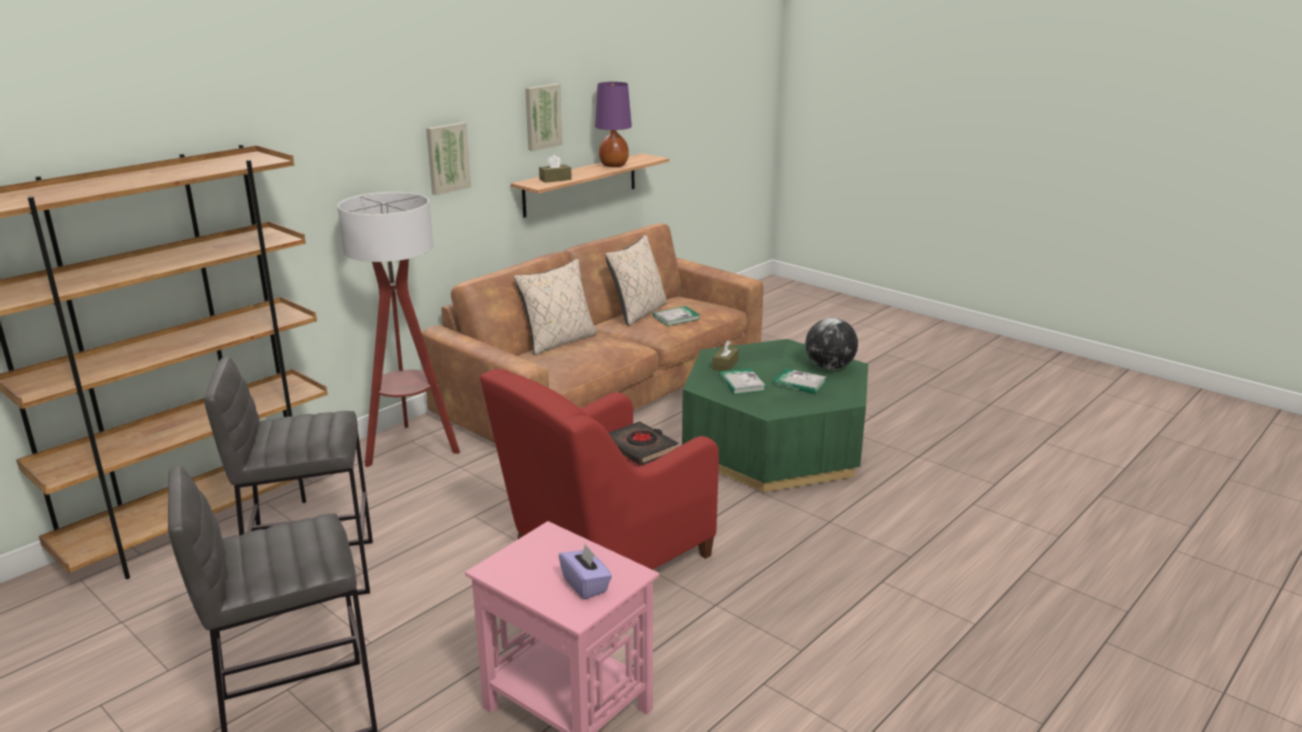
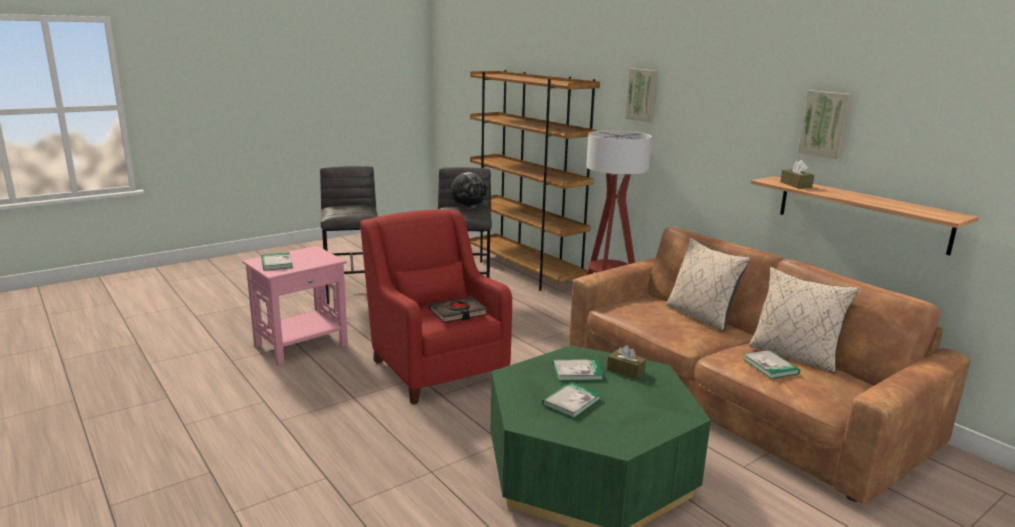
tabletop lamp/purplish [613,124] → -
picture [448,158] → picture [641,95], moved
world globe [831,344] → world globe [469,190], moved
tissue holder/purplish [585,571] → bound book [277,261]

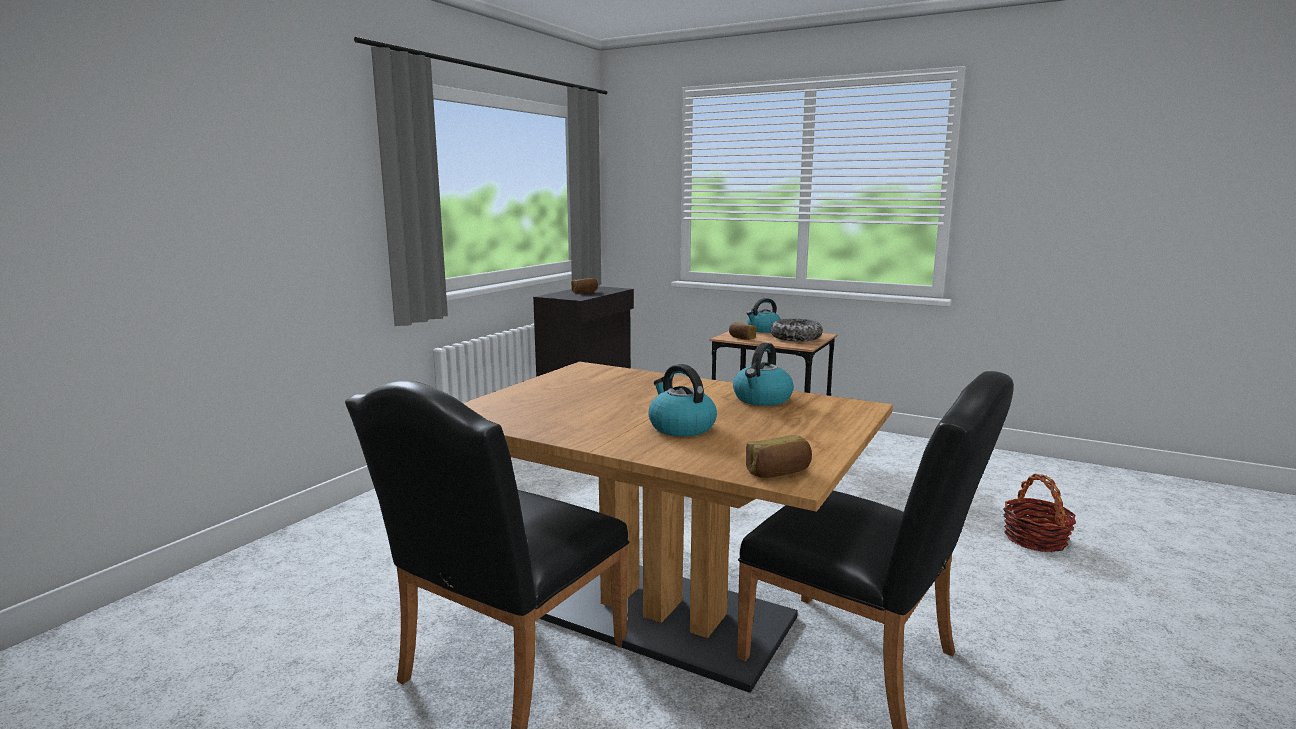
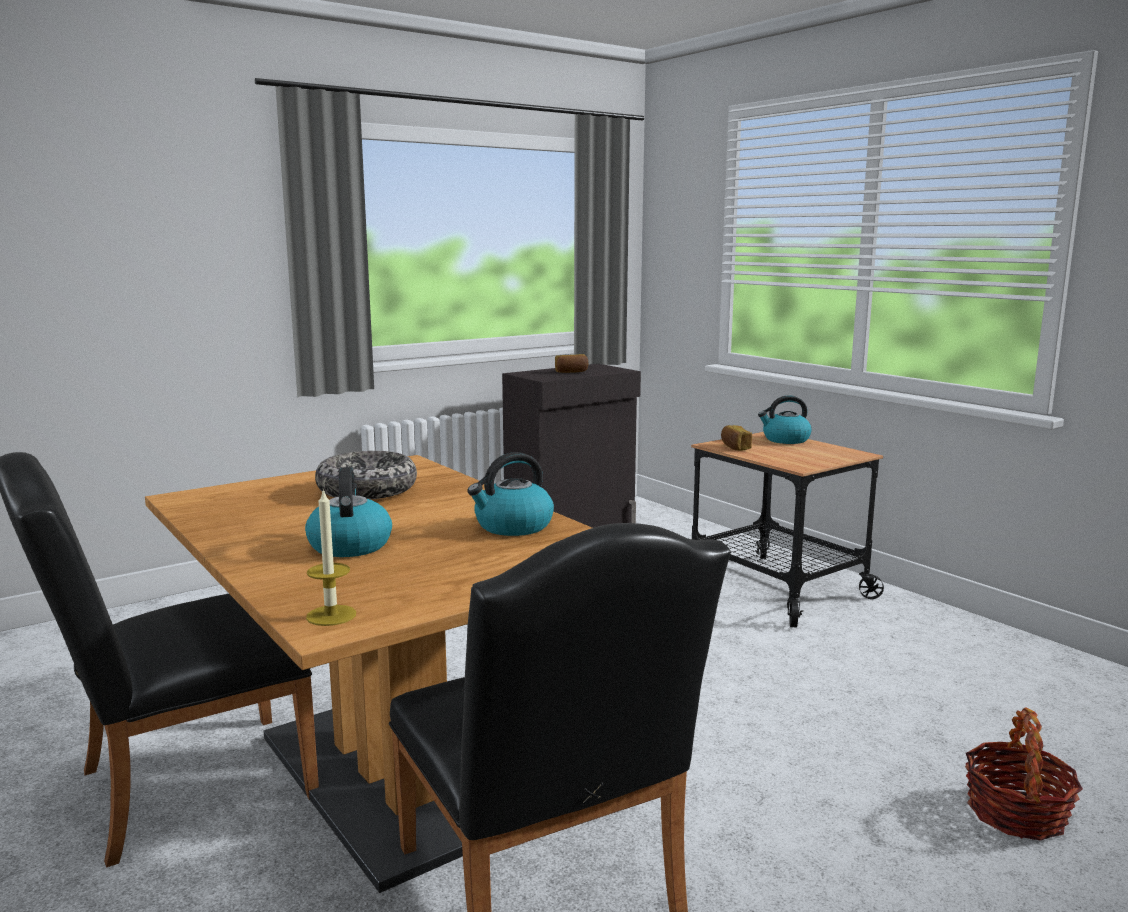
serving bowl [796,330] → serving bowl [366,475], moved
bread [779,456] → wax light [331,557]

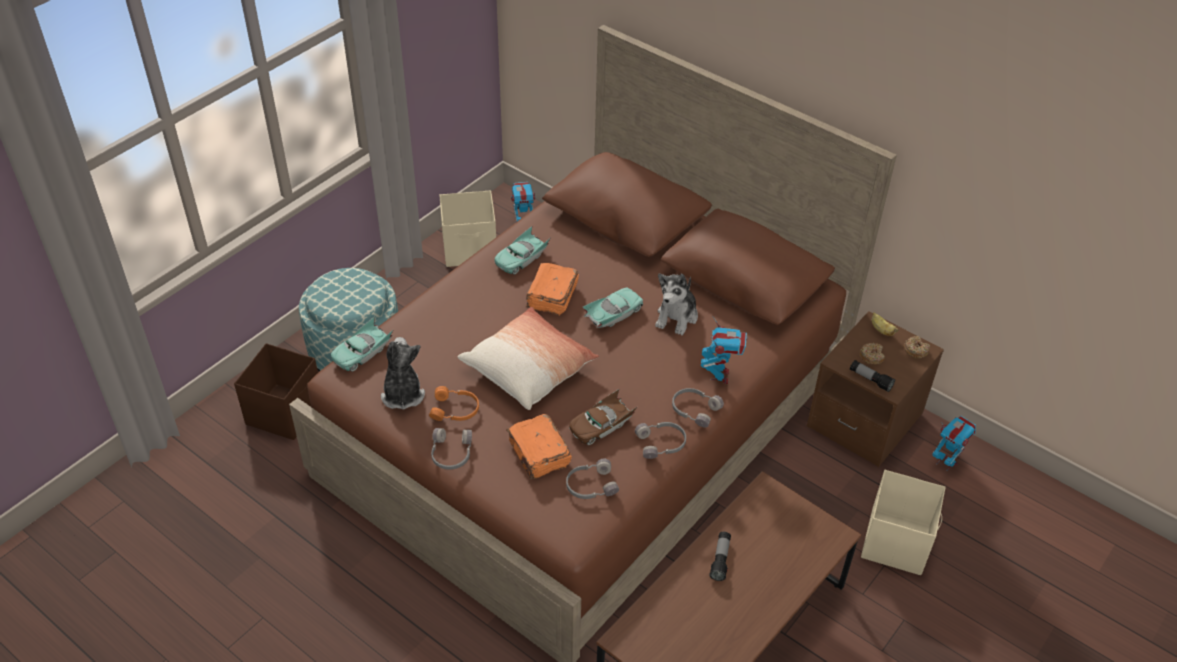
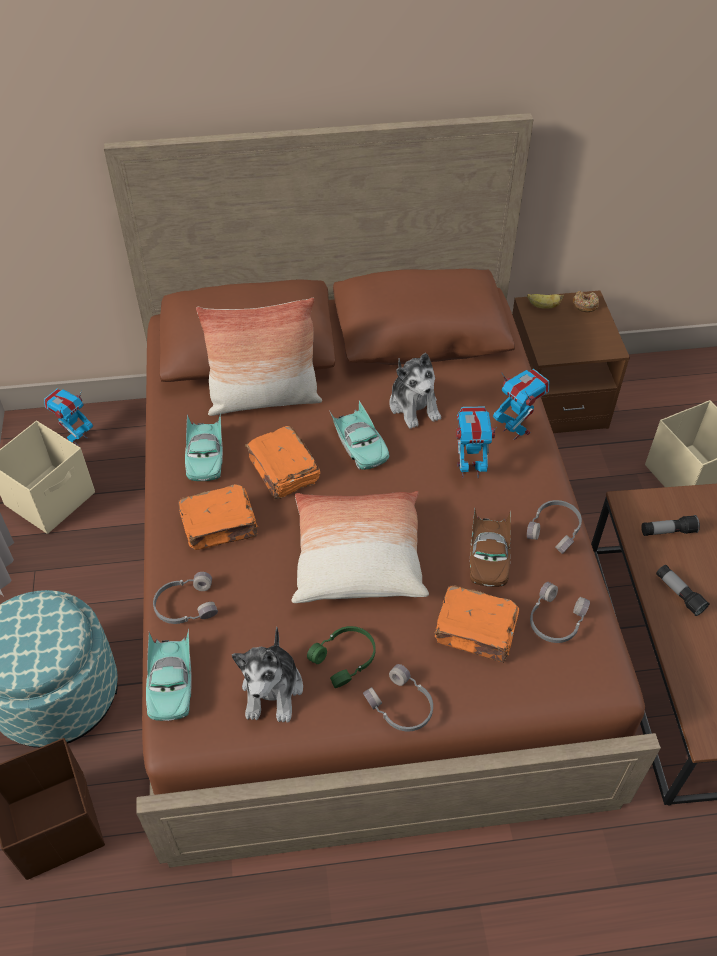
doughnut [872,353] → -
- → bound book/orangey [218,517]
- → throw pillow [259,357]
headphones/greyish [698,407] → headphones/greyish [185,598], moved
torch [872,376] → torch [670,525], moved
model robot [954,443] → model robot [476,443], moved
headphones/orangey [454,403] → headphones/greenish [341,657]
cuddly toy [403,373] → cuddly toy [267,675], 120 degrees counterclockwise
model car/turquoise [612,308] → model car/turquoise [359,435], 150 degrees clockwise

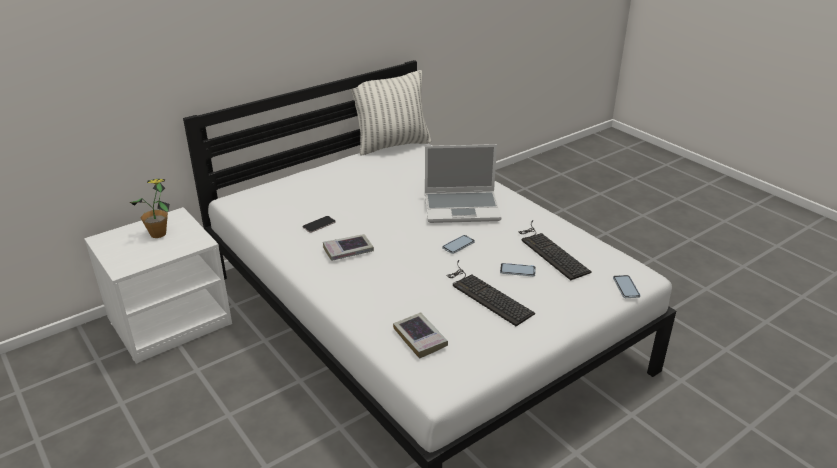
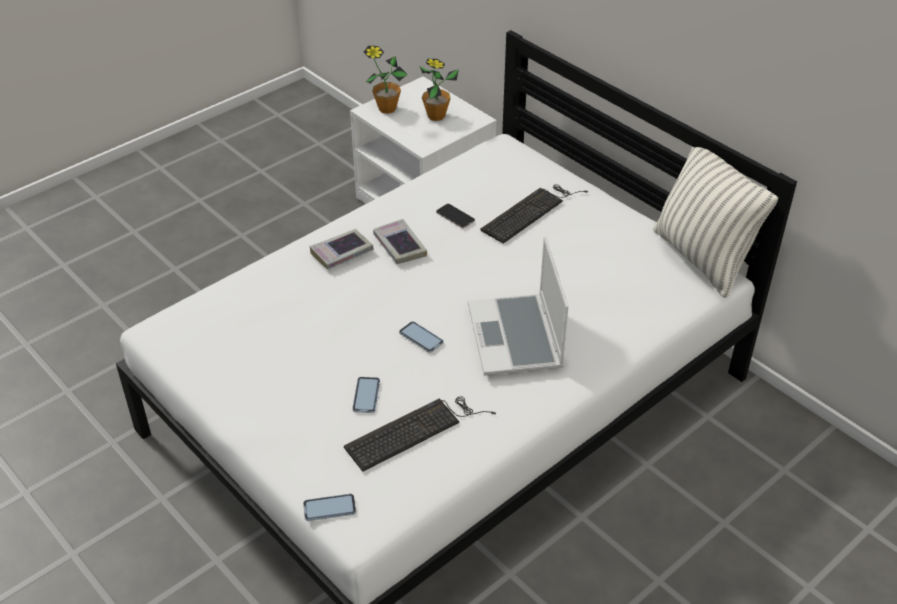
- → houseplant [386,80]
bound book [420,335] → bound book [342,249], moved
keyboard [490,293] → keyboard [534,214], moved

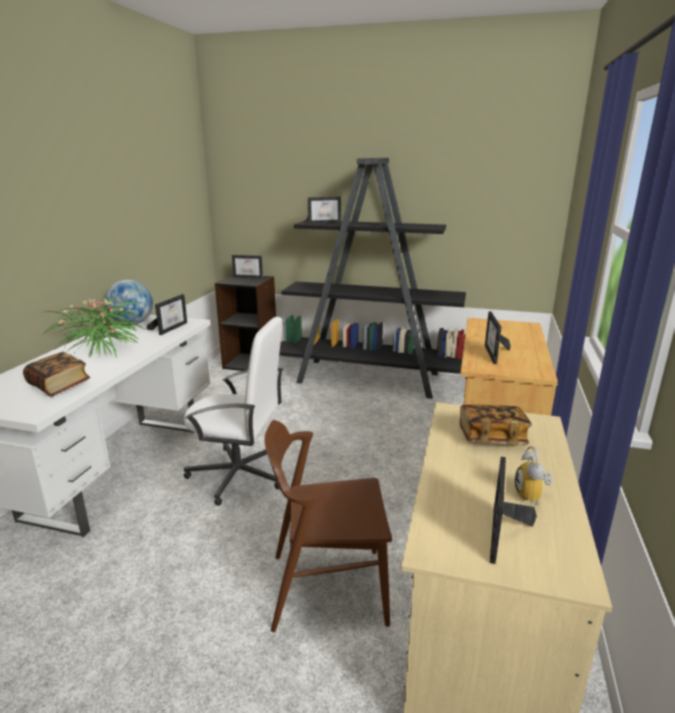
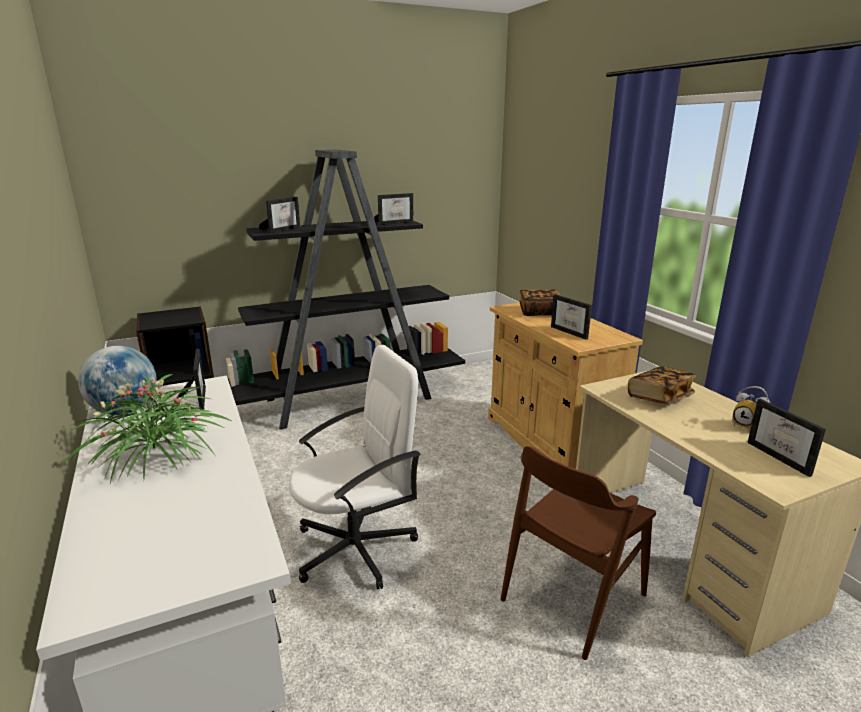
bound book [56,374] → bound book [539,303], moved
standing frame [247,266] → standing frame [393,209], moved

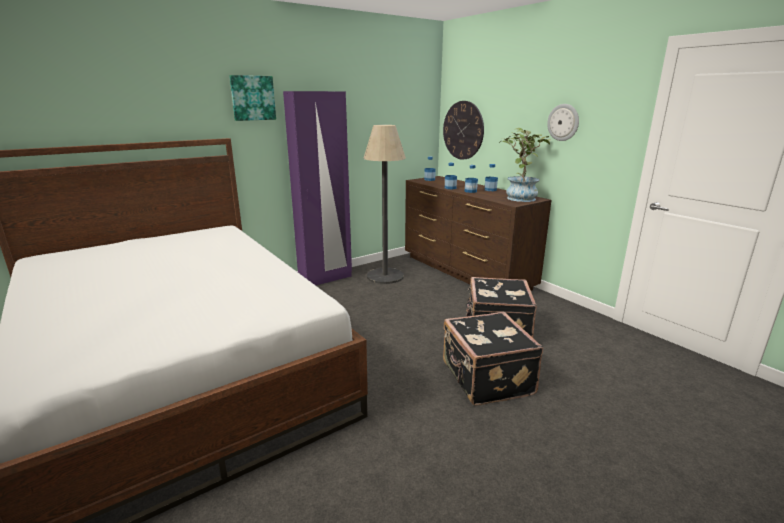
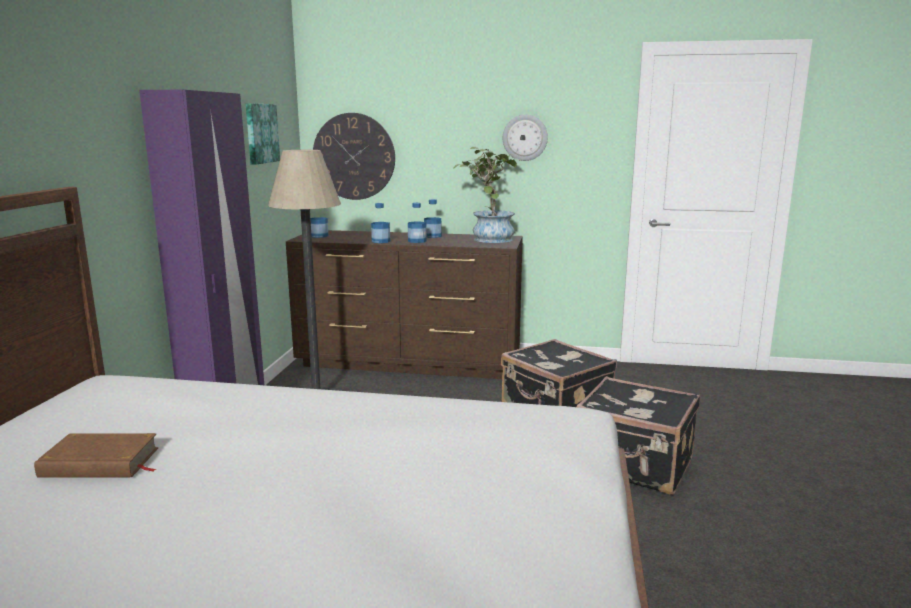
- → bound book/brownish [96,455]
picture [252,98] → picture [263,134], moved

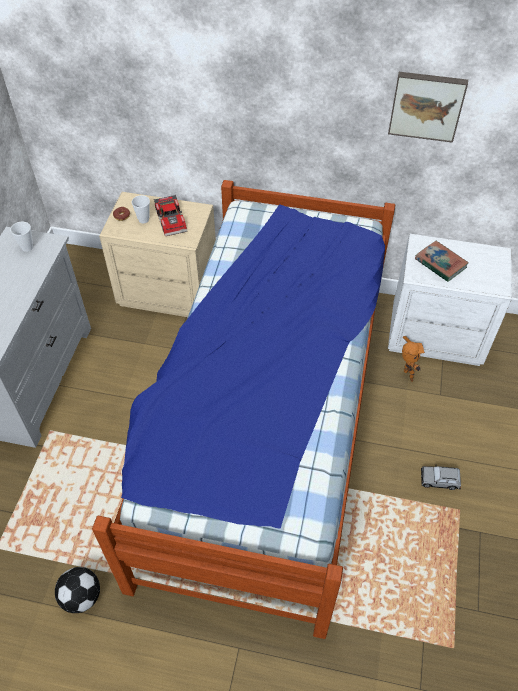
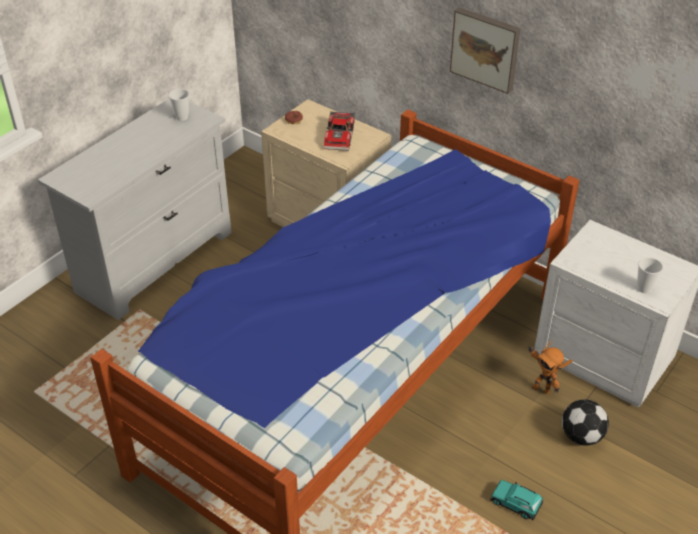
bound book [442,261] → -
ball for football [77,590] → ball for football [585,422], moved
small cup [140,209] → small cup [650,275], moved
picture [428,107] → picture [485,50], moved
model car/greyish [441,477] → model car/turquoise [516,500]
model robot [413,359] → model robot [550,367], 120 degrees clockwise

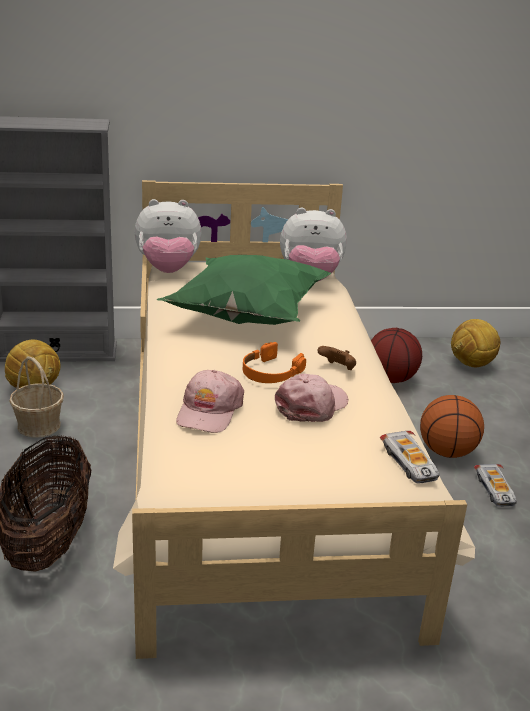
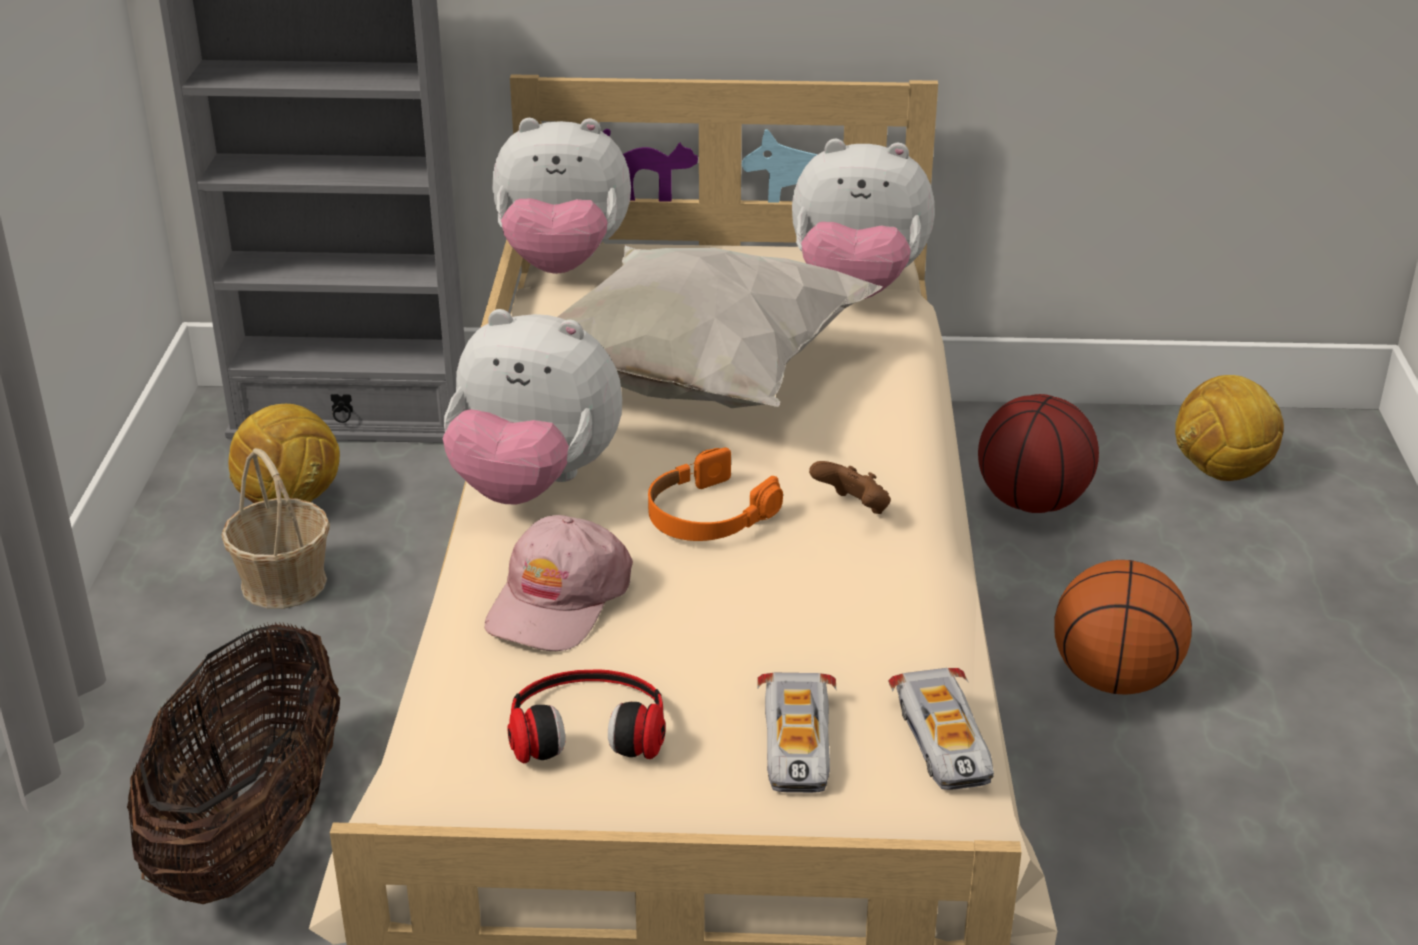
peaked cap/pink [311,398] → -
- → cuddly toy [532,407]
- → headphones [587,716]
model car [495,485] → model car [796,733], moved
throw pillow/greenish [244,290] → throw pillow/white [720,327]

